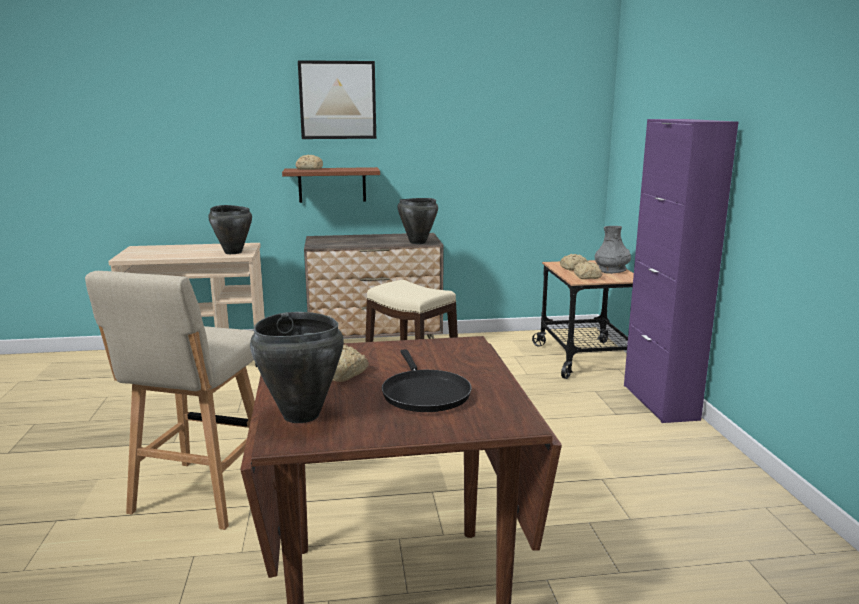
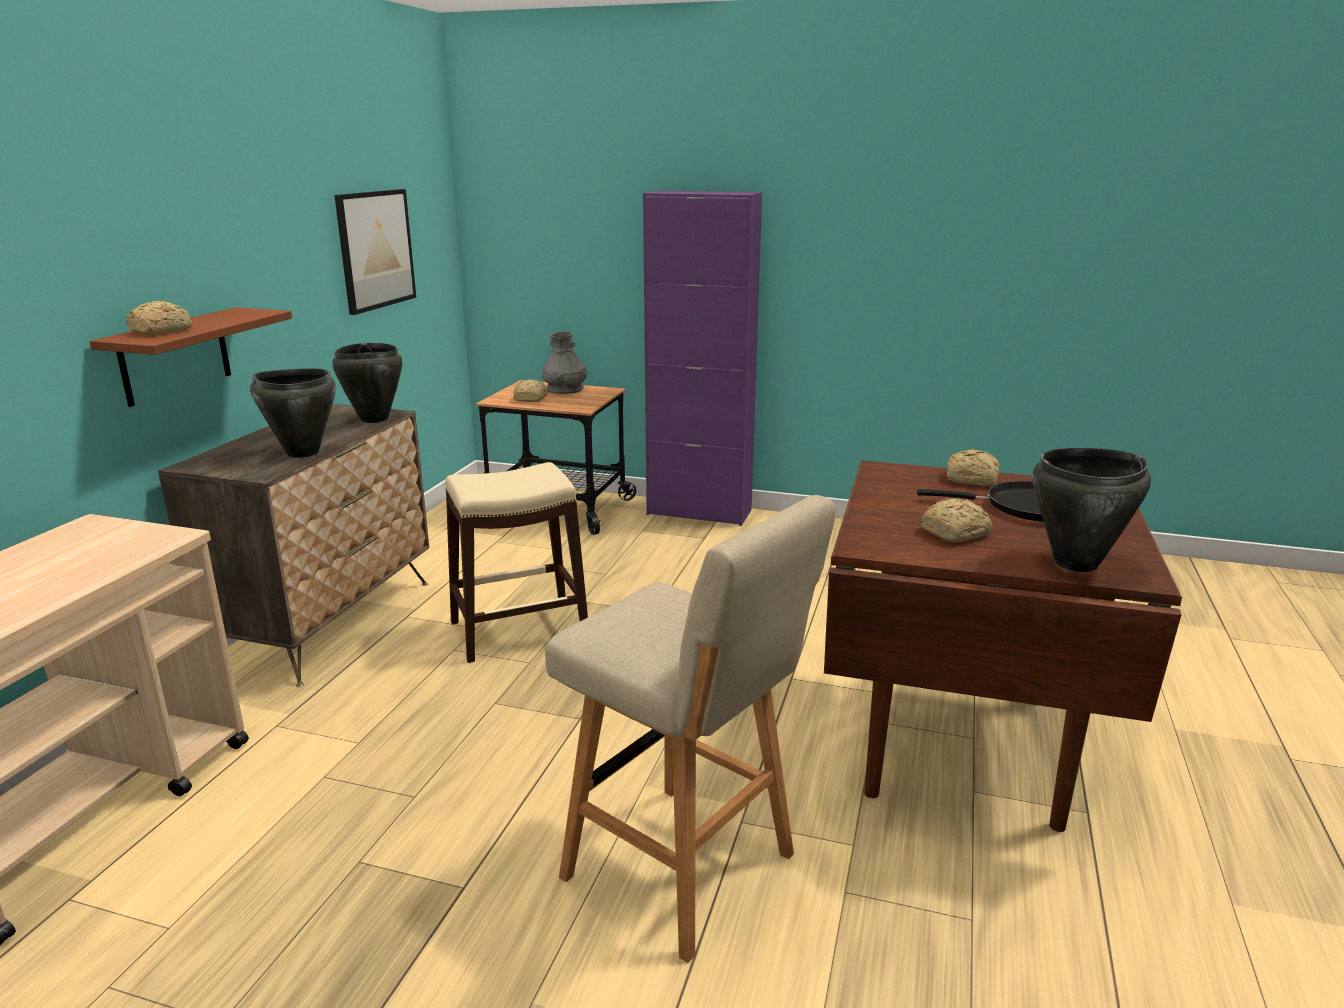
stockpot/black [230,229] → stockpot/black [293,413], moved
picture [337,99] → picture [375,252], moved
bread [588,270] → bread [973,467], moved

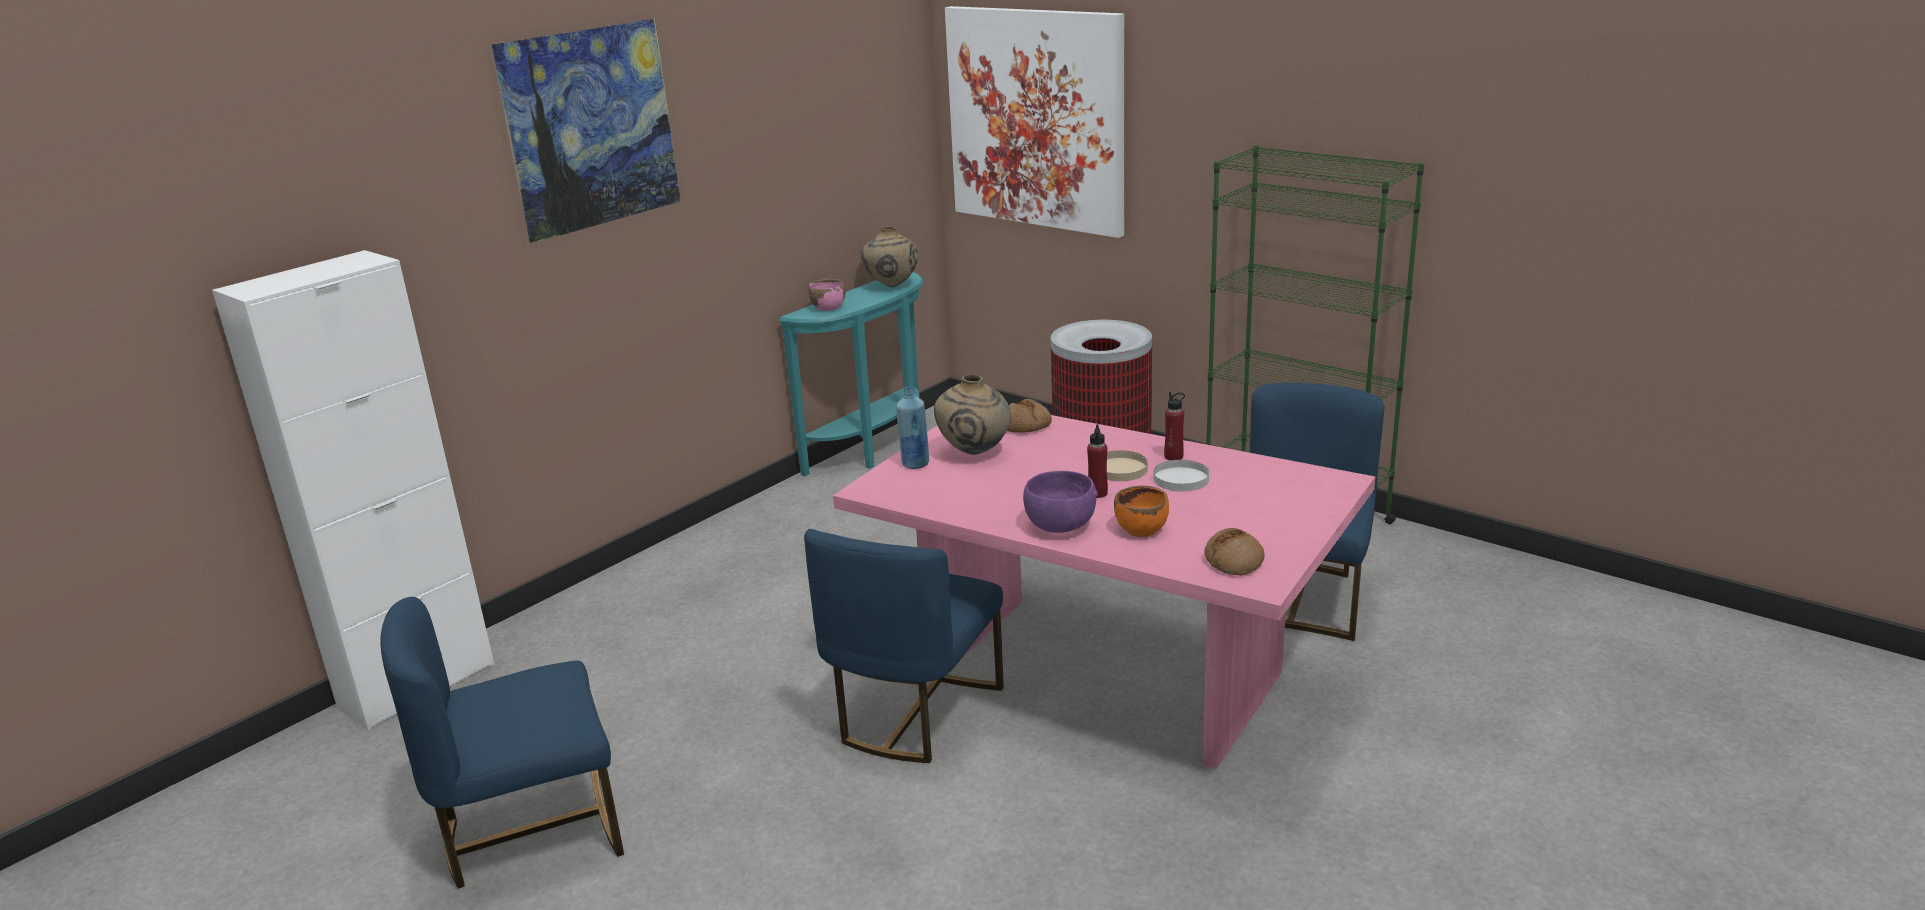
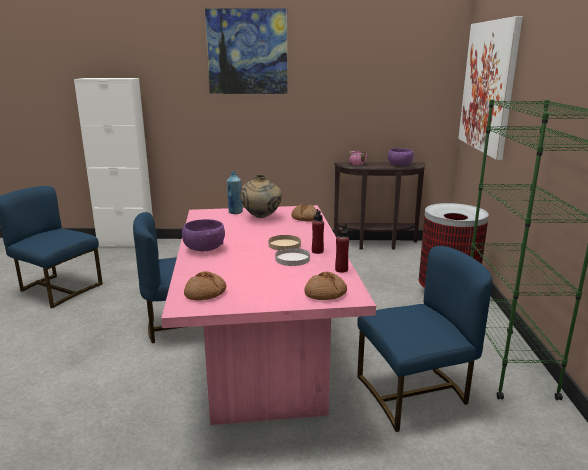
serving bowl/orangey [1141,511] → -
- → bread [325,286]
drink bottle/reddish [1097,461] → drink bottle/reddish [342,248], moved
vase/beige-coloured [889,257] → serving bowl/purplish [401,157]
console table/turquoise [851,374] → console table/brownish [379,206]

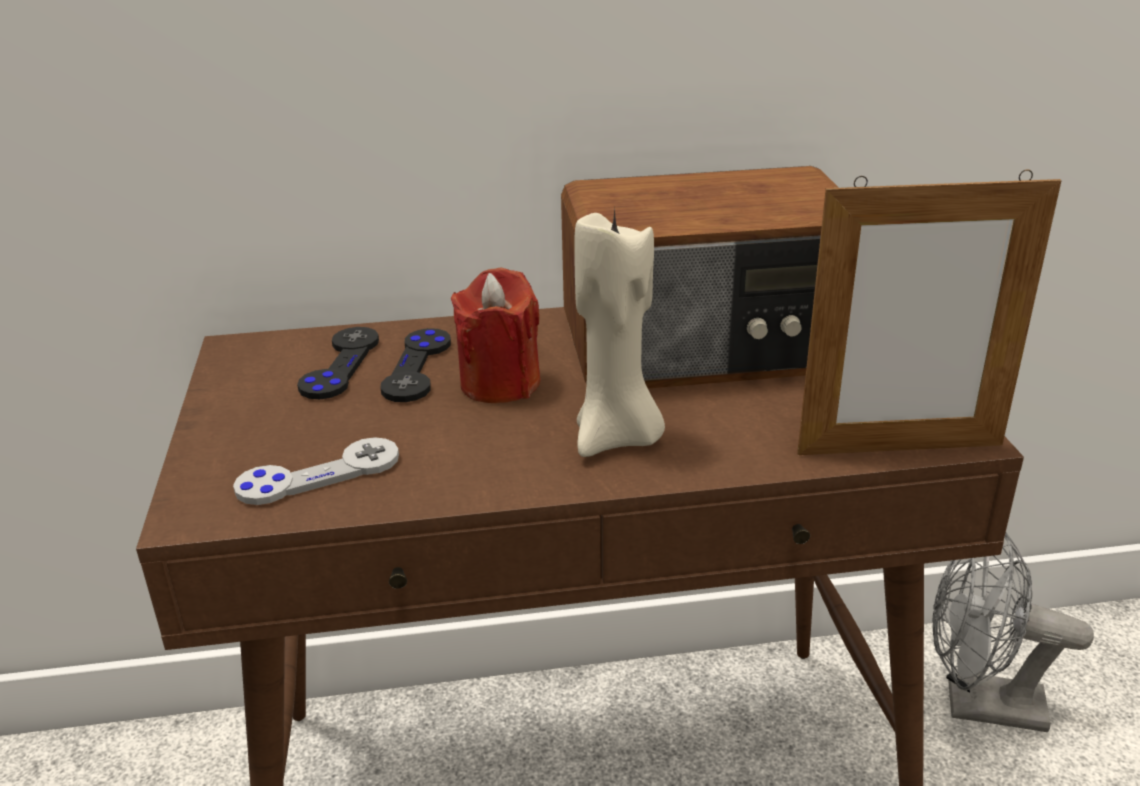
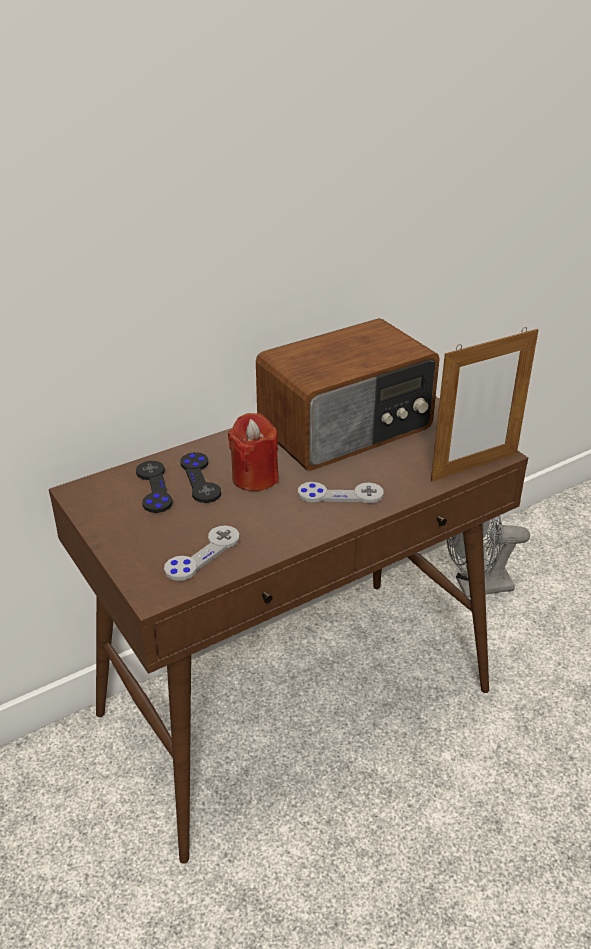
wax light/beige-coloured [619,332] → game controller/greyish [341,492]

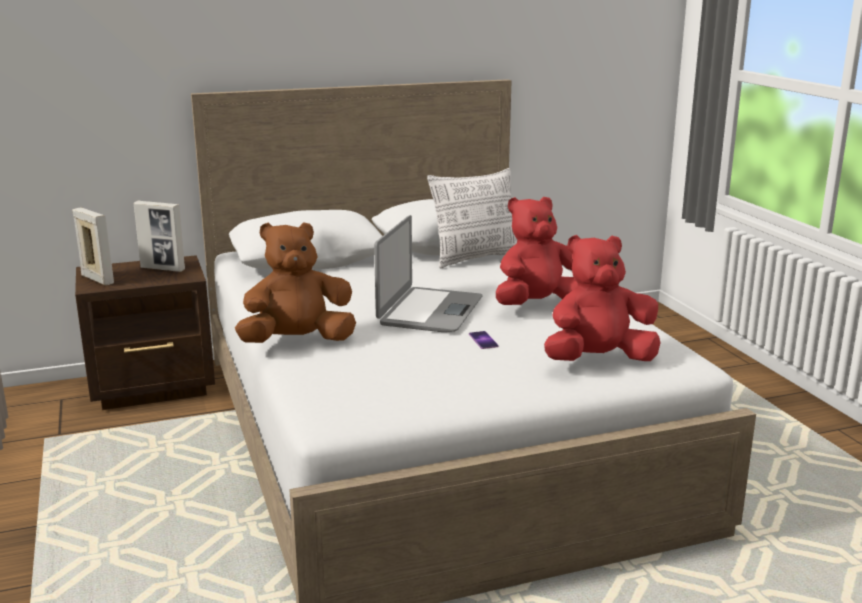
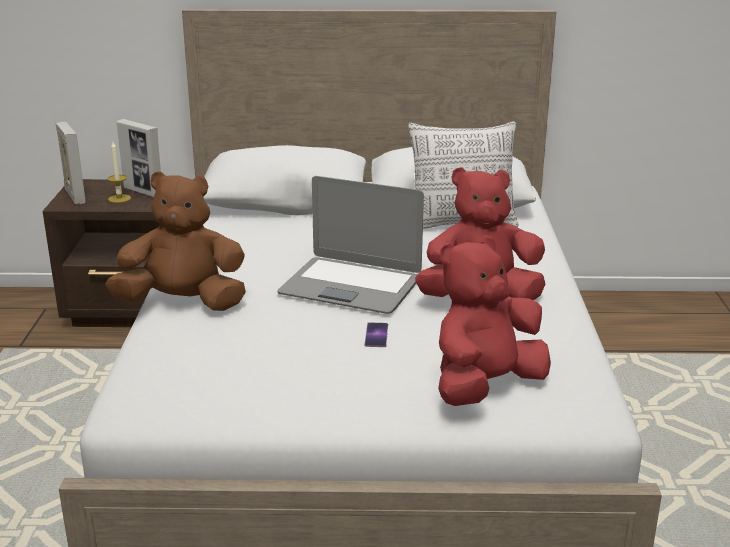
- → wax light [119,172]
portable computer [428,273] → portable computer [350,245], 75 degrees clockwise
cuddly toy/reddish [602,298] → cuddly toy/reddish [494,320], 45 degrees counterclockwise

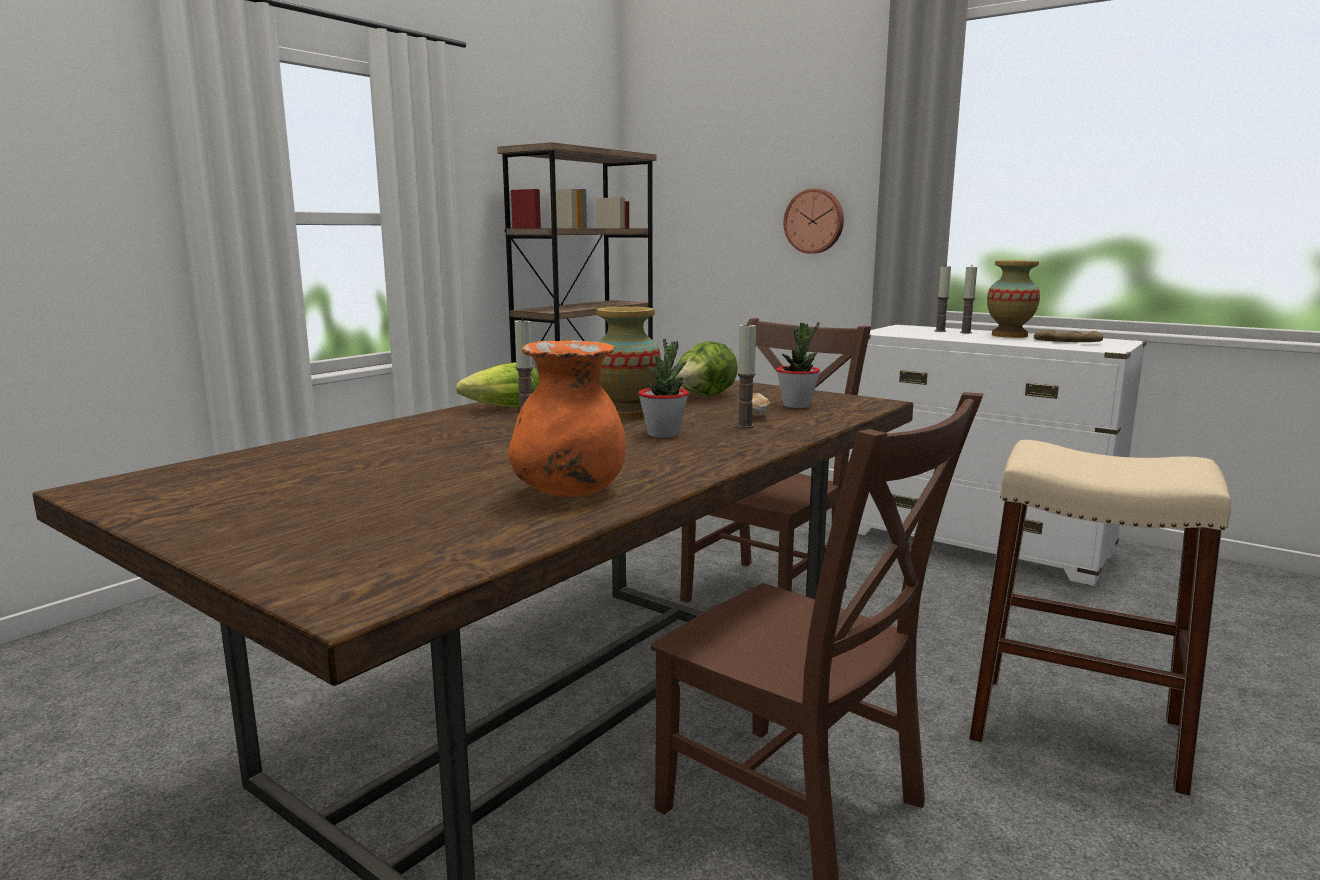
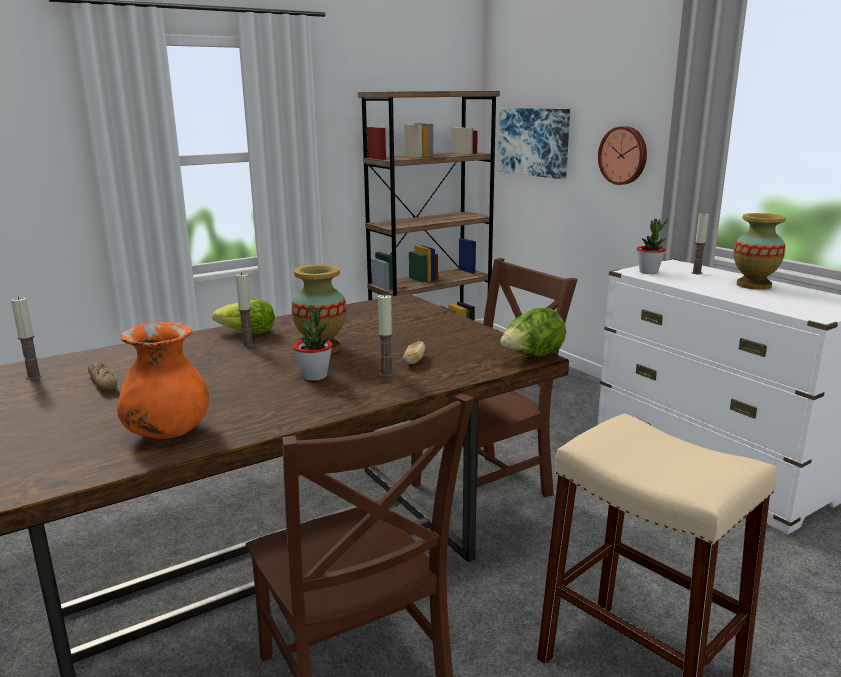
- → picture [534,143]
lettuce head [706,368] → lettuce head [533,332], moved
houseplant [798,365] → houseplant [652,246], moved
wax light [968,299] → wax light [26,338], moved
bread [1068,336] → bread [102,376], moved

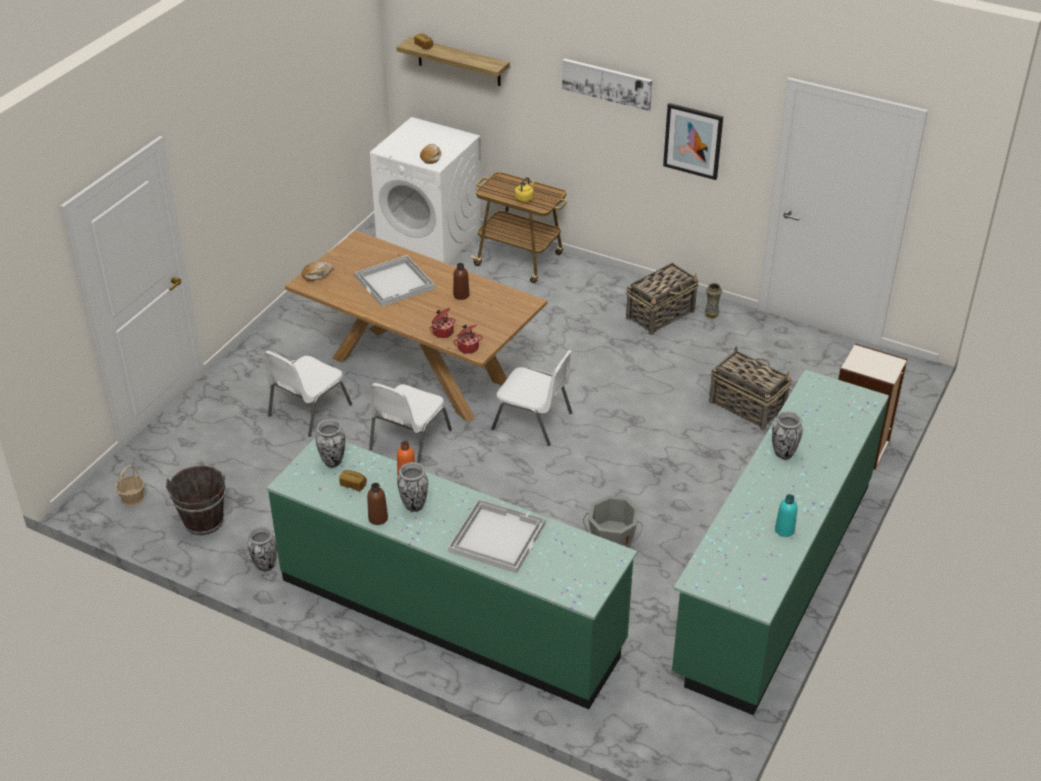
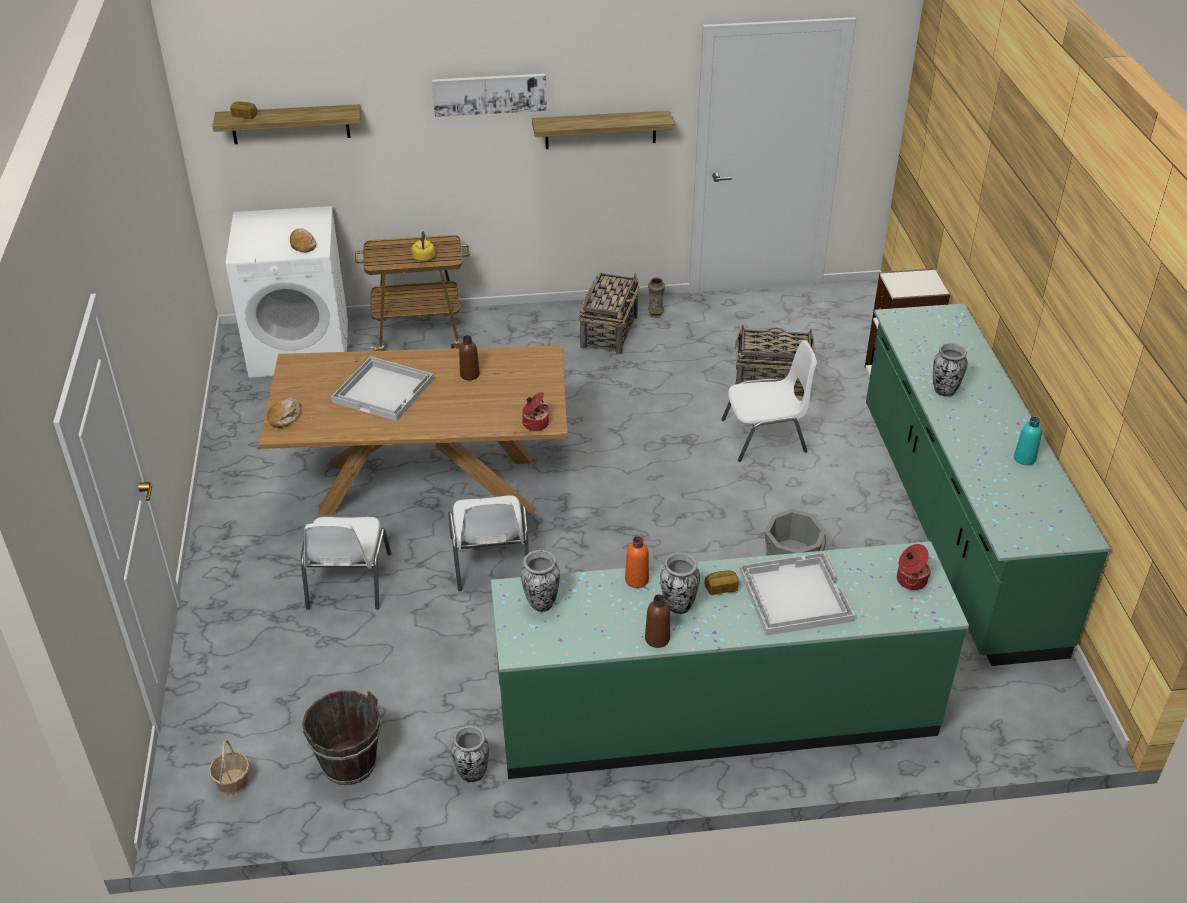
bread [353,480] → bread [721,583], moved
stockpot [442,323] → stockpot [914,567], moved
plain chair/white [531,398] → plain chair/white [769,401], moved
picture [693,141] → shelf [603,130]

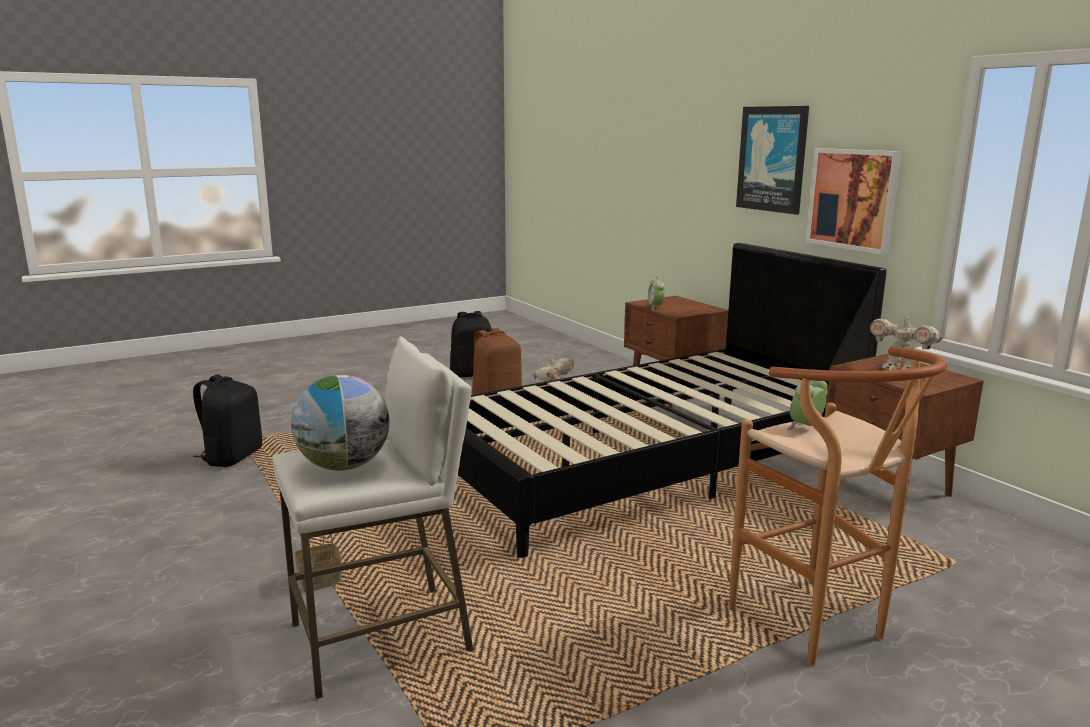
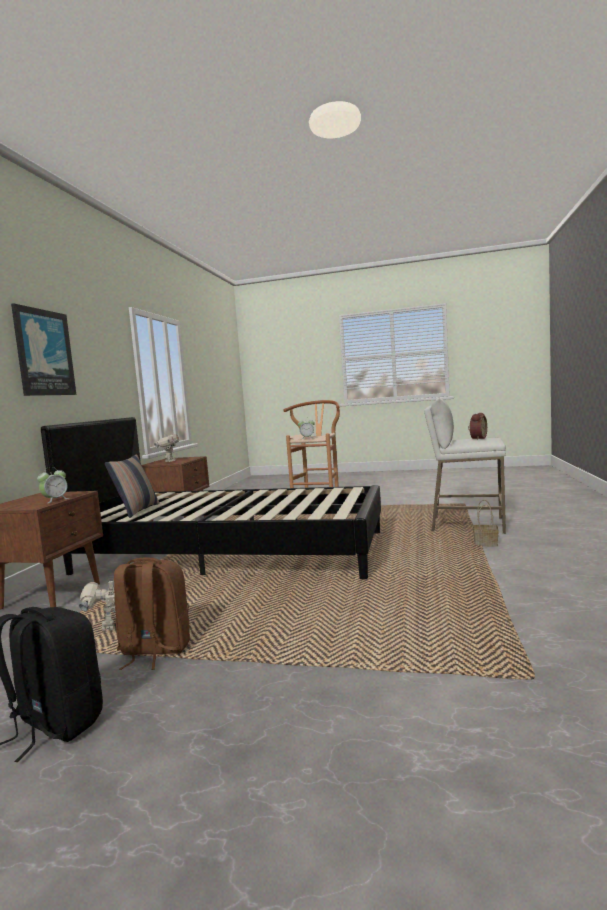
backpack/black [227,420] → -
picture [854,201] → -
- → throw pillow [132,486]
world globe [340,423] → bedside clock [477,426]

